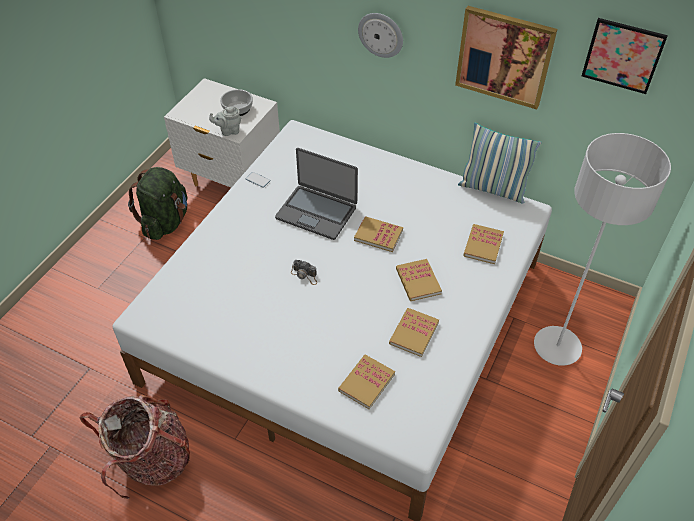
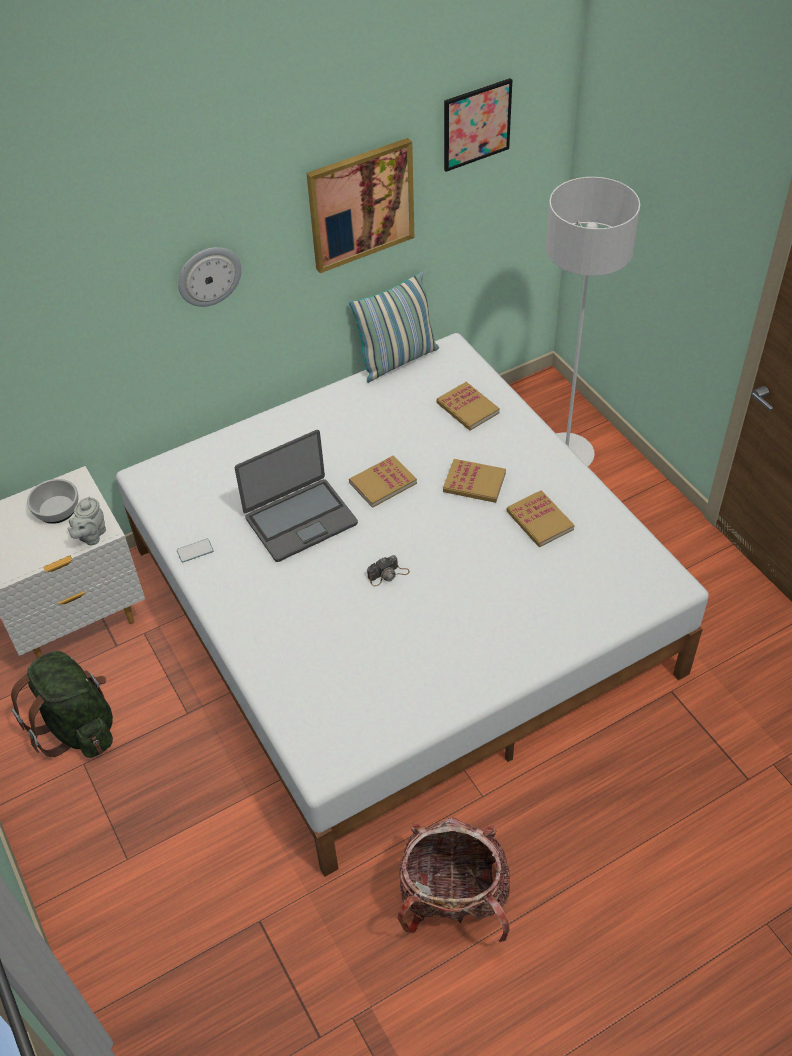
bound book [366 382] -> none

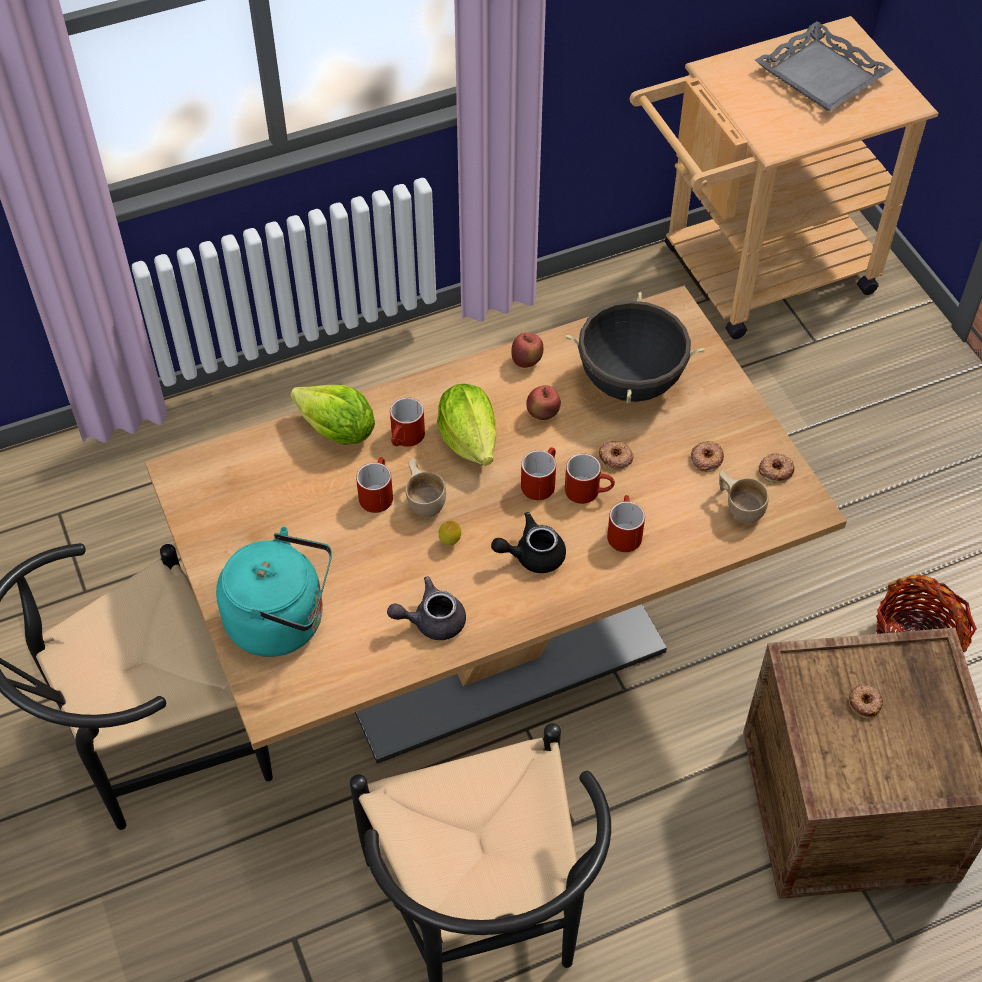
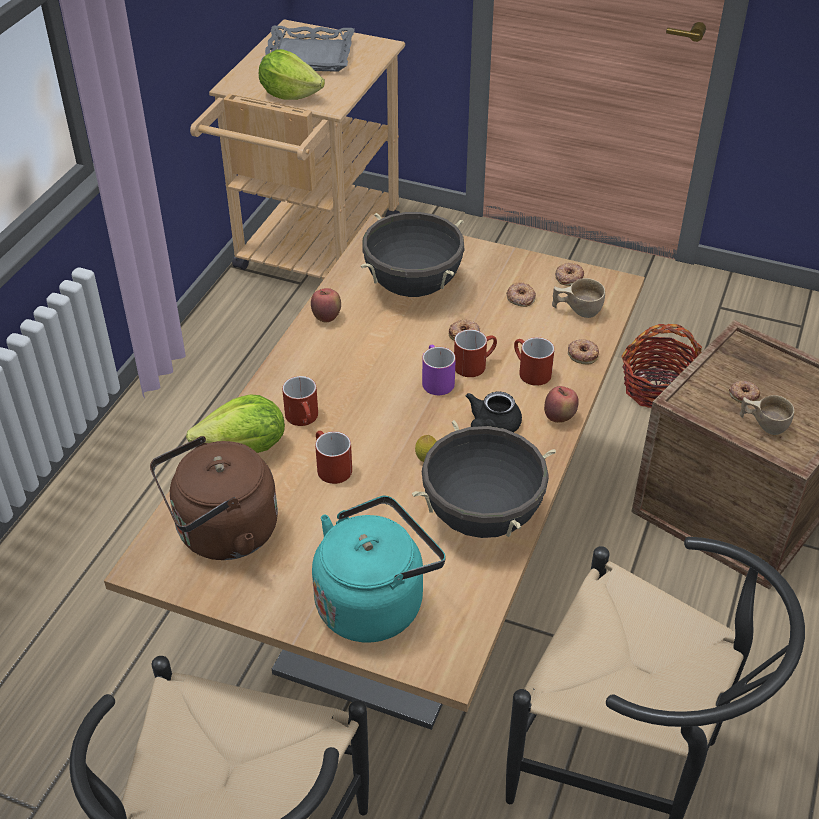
none -> brownish tea kettle [221 533]
none -> doughnut [583 354]
sand-coloured drinking cup [424 499] -> sand-coloured drinking cup [763 424], shifted
head of lettuce [469 440] -> head of lettuce [289 94], shifted
whole apple [542 414] -> whole apple [559 417], shifted
grey teapot [431 621] -> black-coloured stockpot [482 517]
reddish mug [540 481] -> purple-coloured mug [435 380]

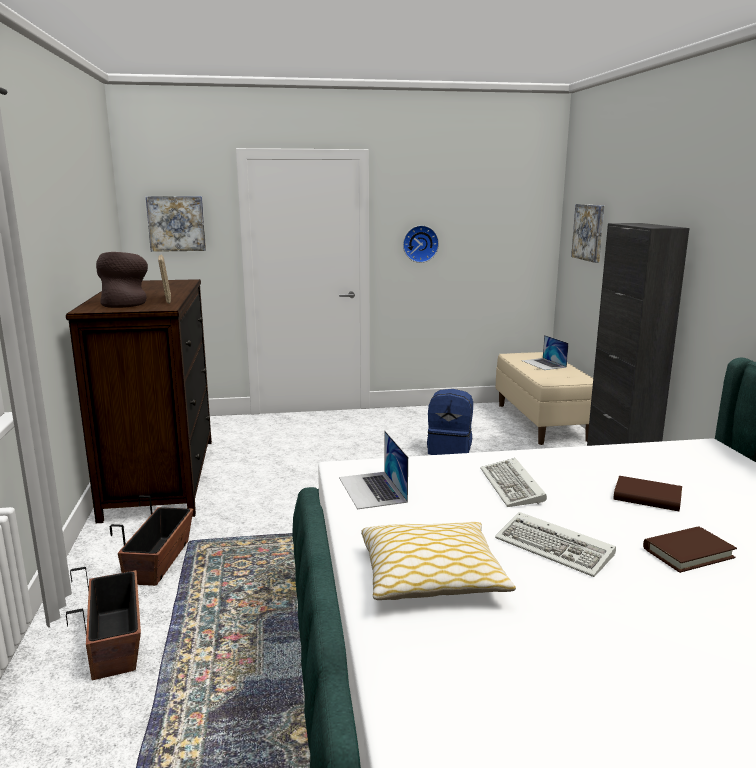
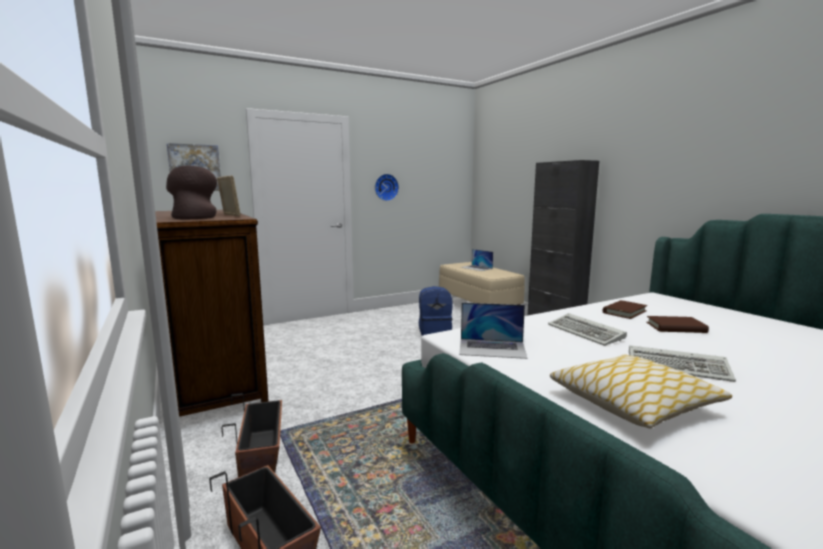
picture [589 232] -> none
brownish bound book [688 553] -> brownish bound book [624 312], shifted
laptop [372 489] -> laptop [492 348], 45 degrees counterclockwise

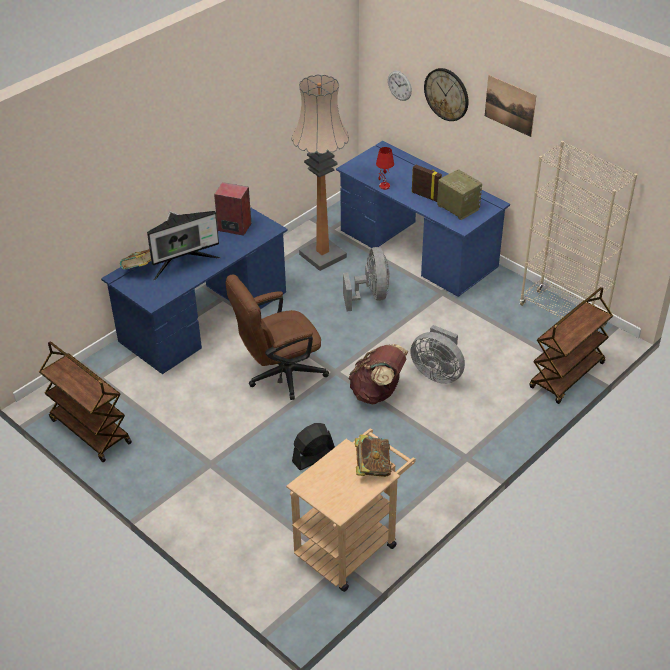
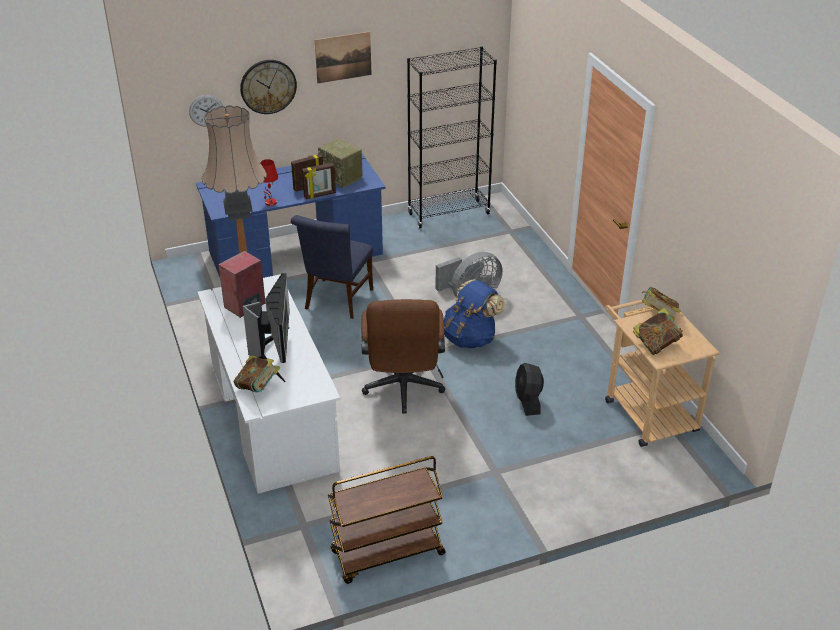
brownish wheeled cart [567 376] -> none
none -> picture frame [320 195]
none -> bound book [656 344]
grey electric fan [370 296] -> blue plain chair [337 301]
blue desk unit [203 317] -> whitish desk unit [272 417]
brownish knapsack [377 393] -> blue knapsack [471 338]
sand-coloured bookcase [563 315] -> black-coloured bookcase [449 214]
radio set [457 207] -> radio set [342 177], 120 degrees counterclockwise

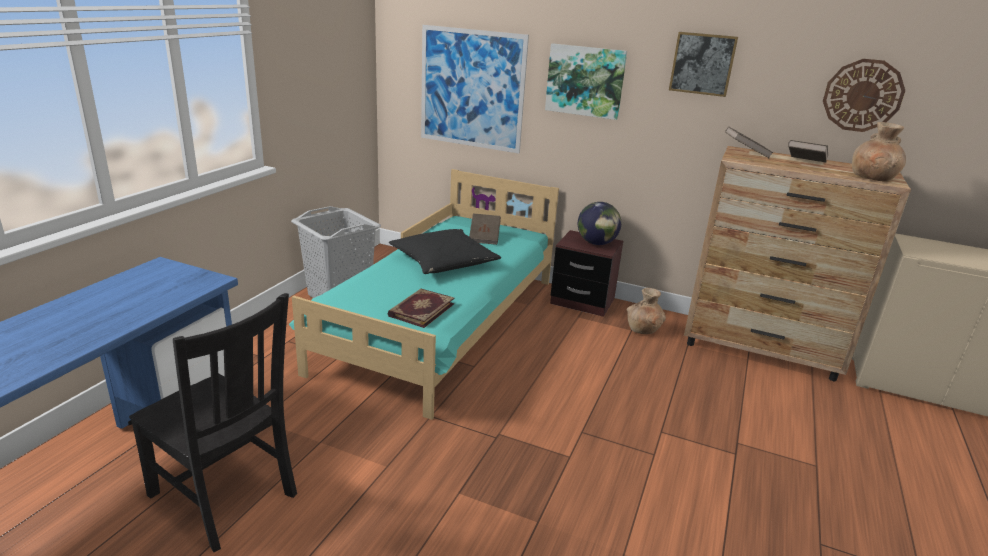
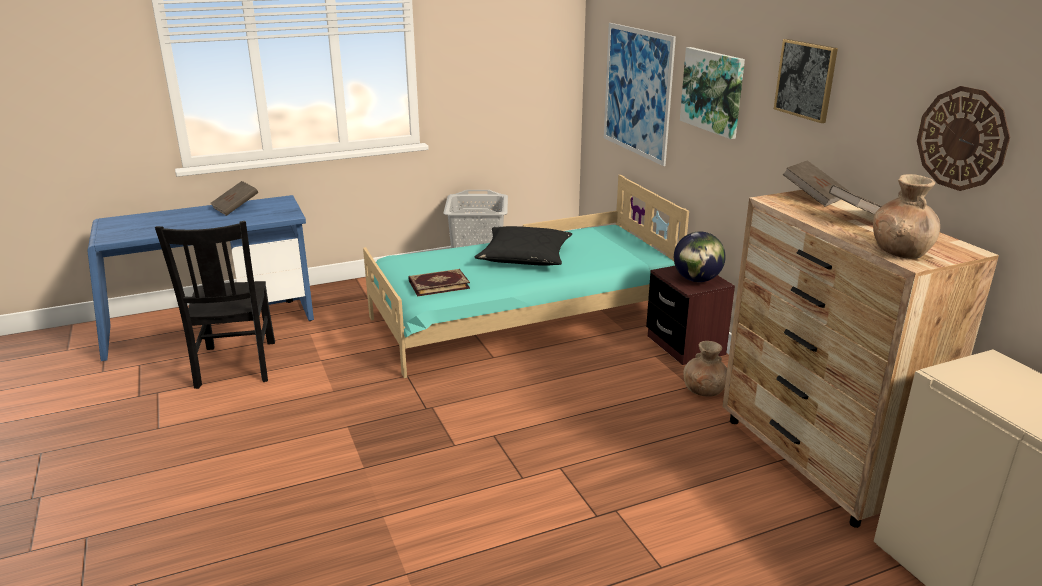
brownish bound book [484 238] -> brownish bound book [236 208], shifted

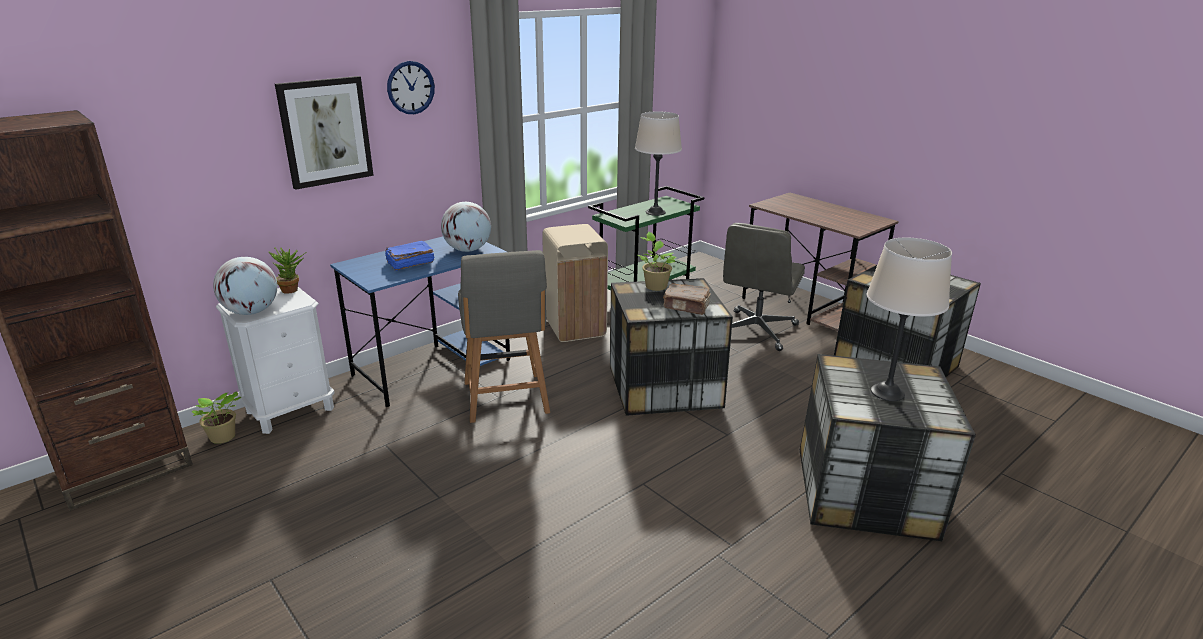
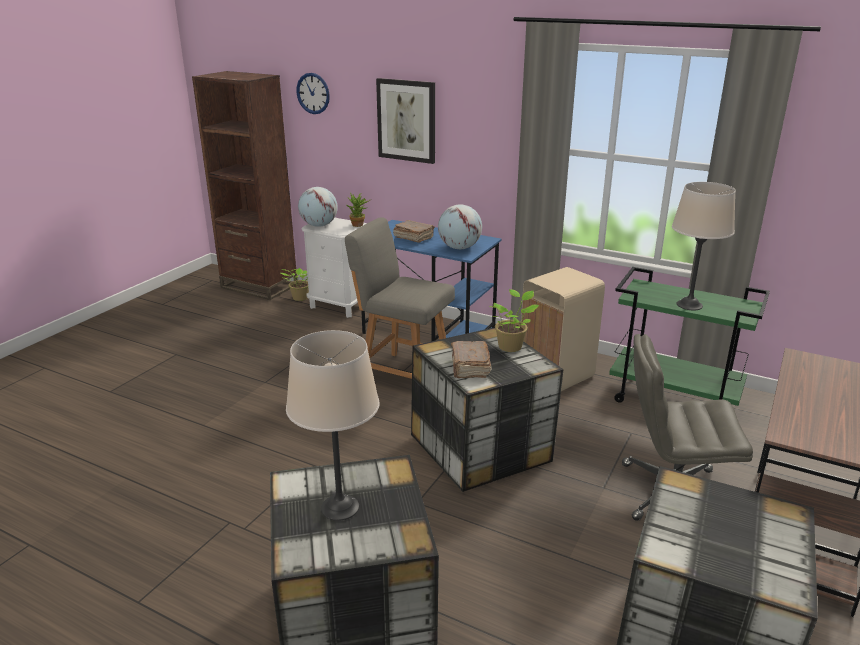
clock on the wall [410 87] -> clock on the wall [313 93], shifted
blue bound book [409 263] -> brownish bound book [413 238]
grey plain chair [506 399] -> grey plain chair [403 374], 60 degrees clockwise

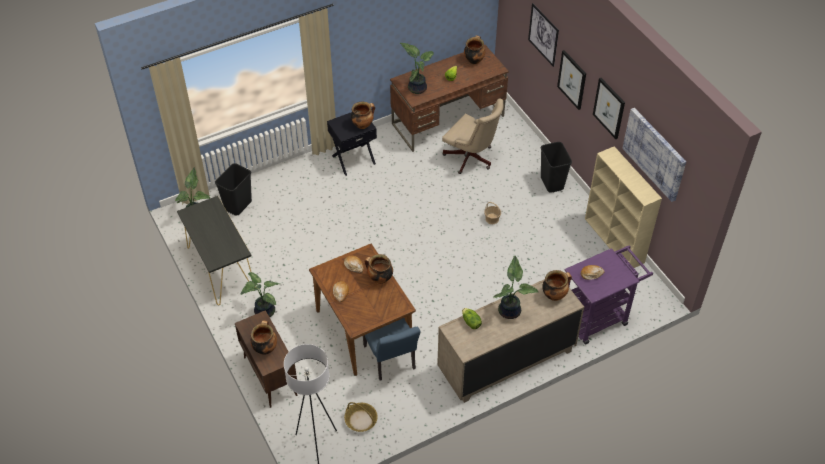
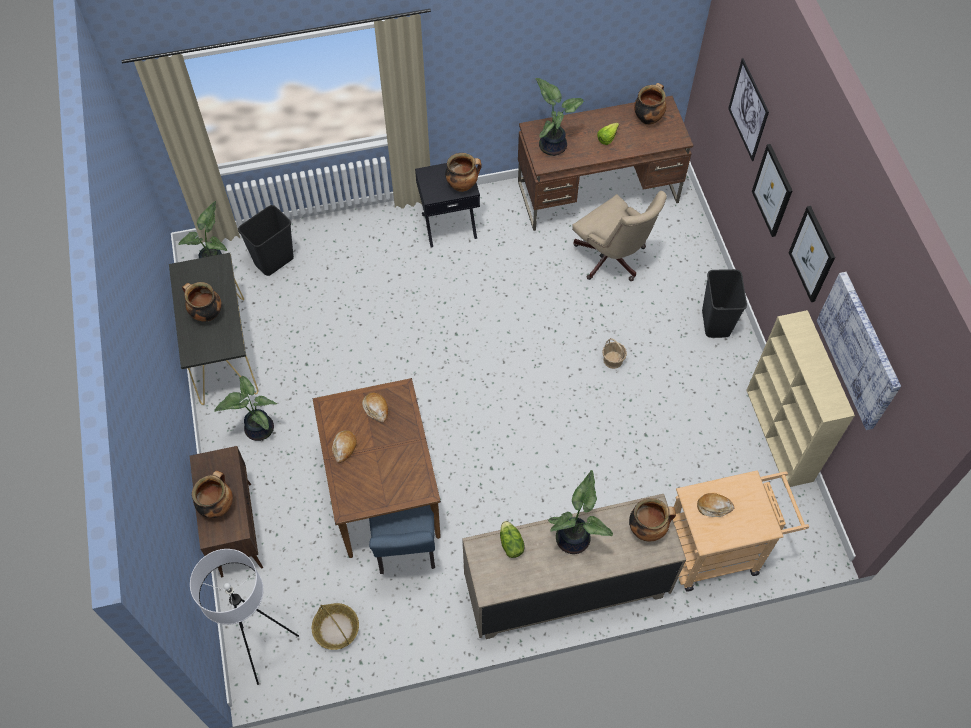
stockpot [379 279] -> stockpot [206 314], shifted
purple-coloured wheeled cart [598 316] -> sand-coloured wheeled cart [719 550]

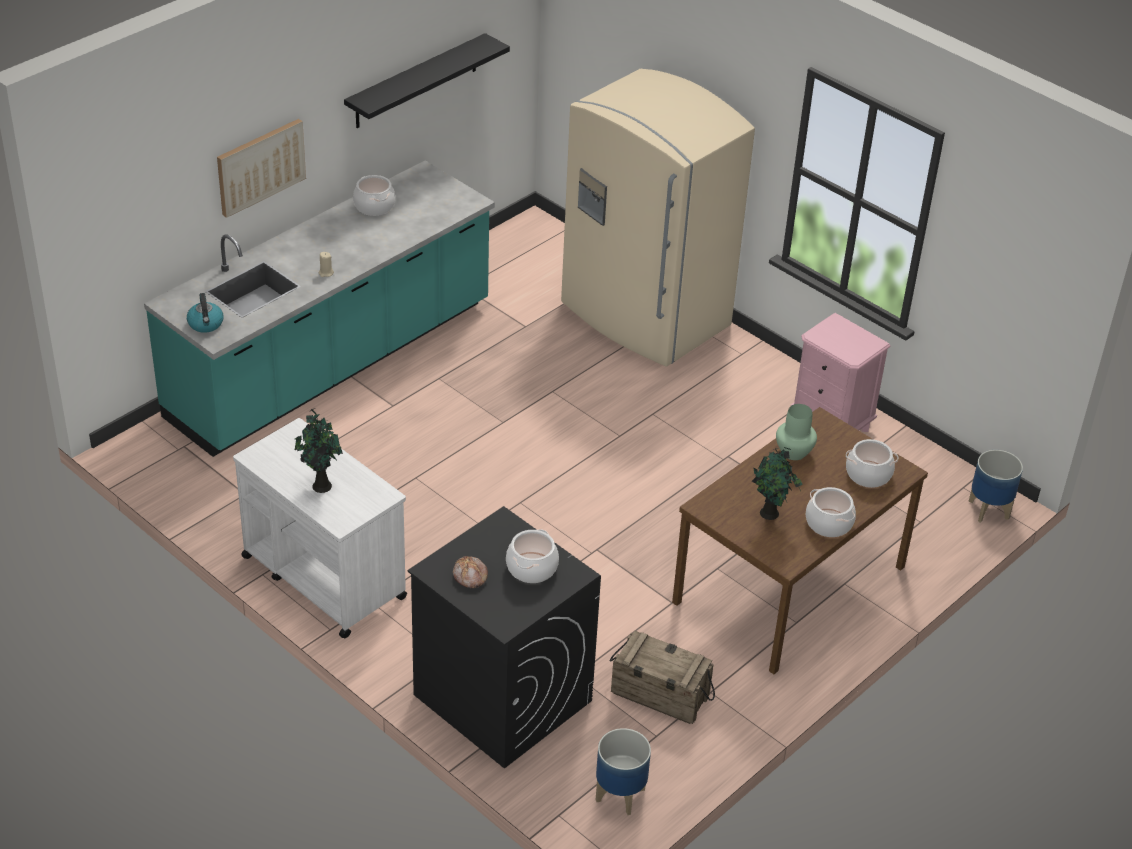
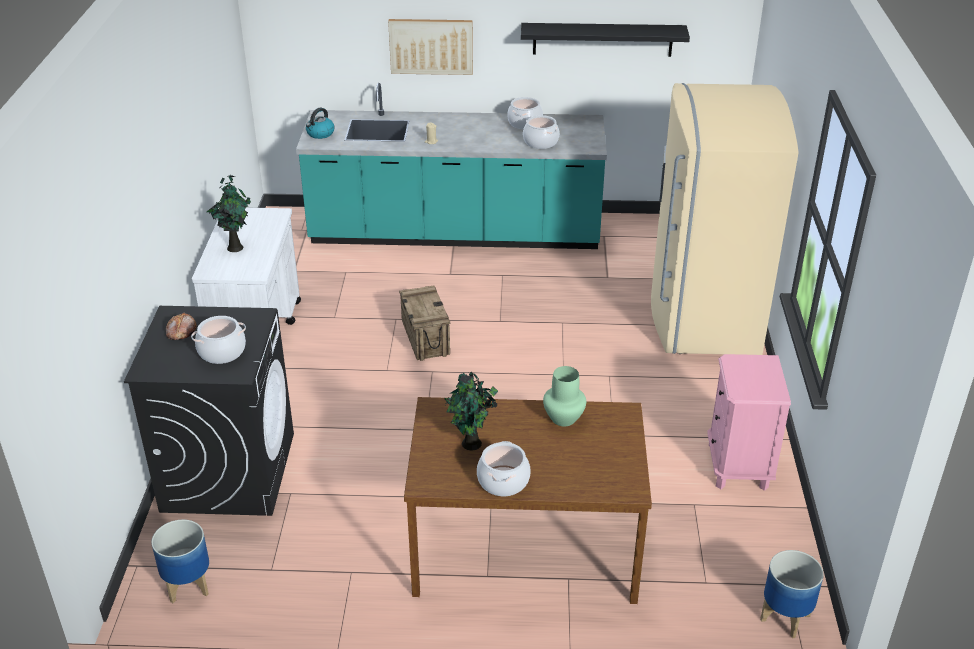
crate [659 694] -> crate [424 338], shifted
stockpot [868 474] -> stockpot [541 142], shifted

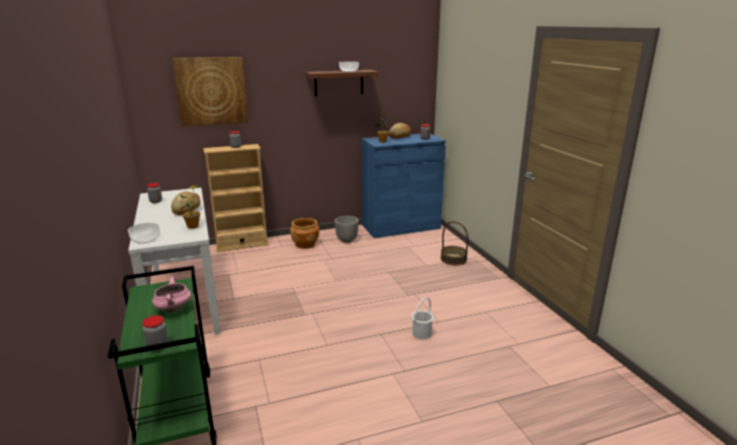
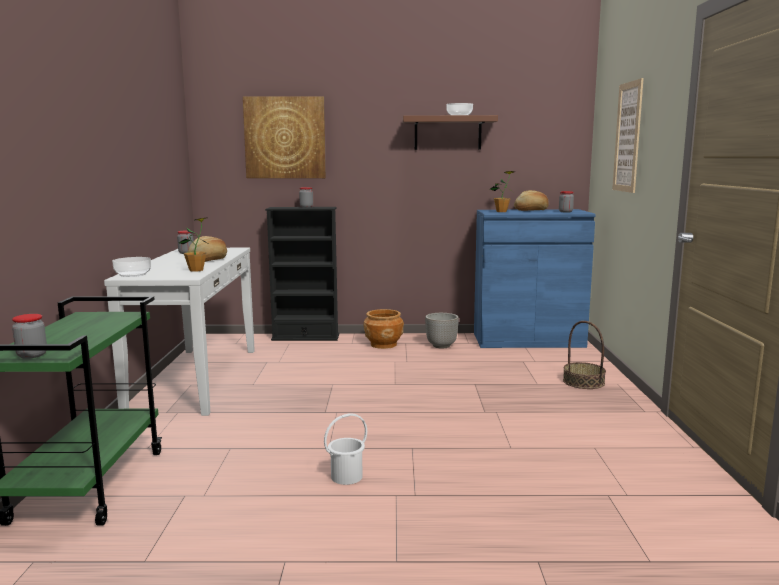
pink-coloured stockpot [173 309] -> none
none -> picture [627 137]
whitish pail [421 333] -> whitish pail [346 476], shifted
sand-coloured bookcase [242 245] -> black-coloured bookcase [305 337]

